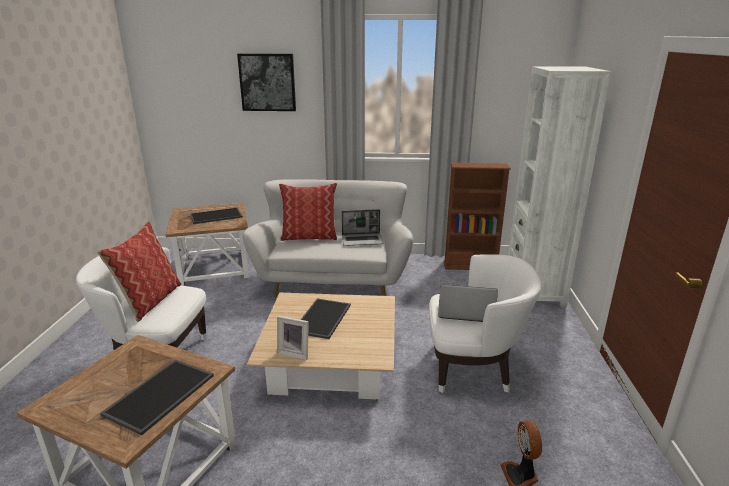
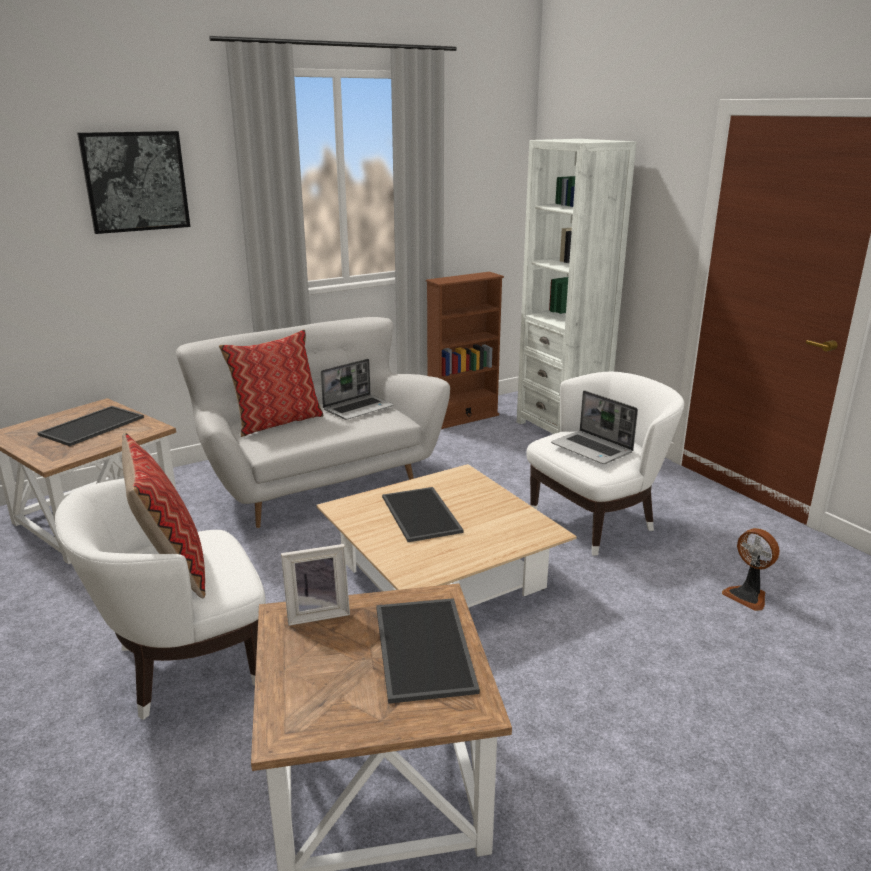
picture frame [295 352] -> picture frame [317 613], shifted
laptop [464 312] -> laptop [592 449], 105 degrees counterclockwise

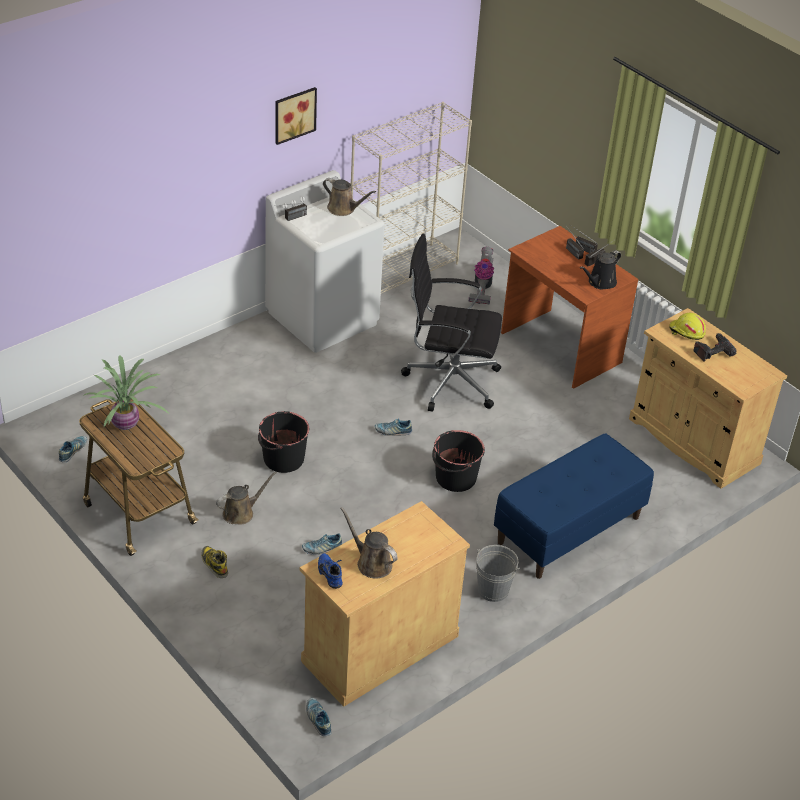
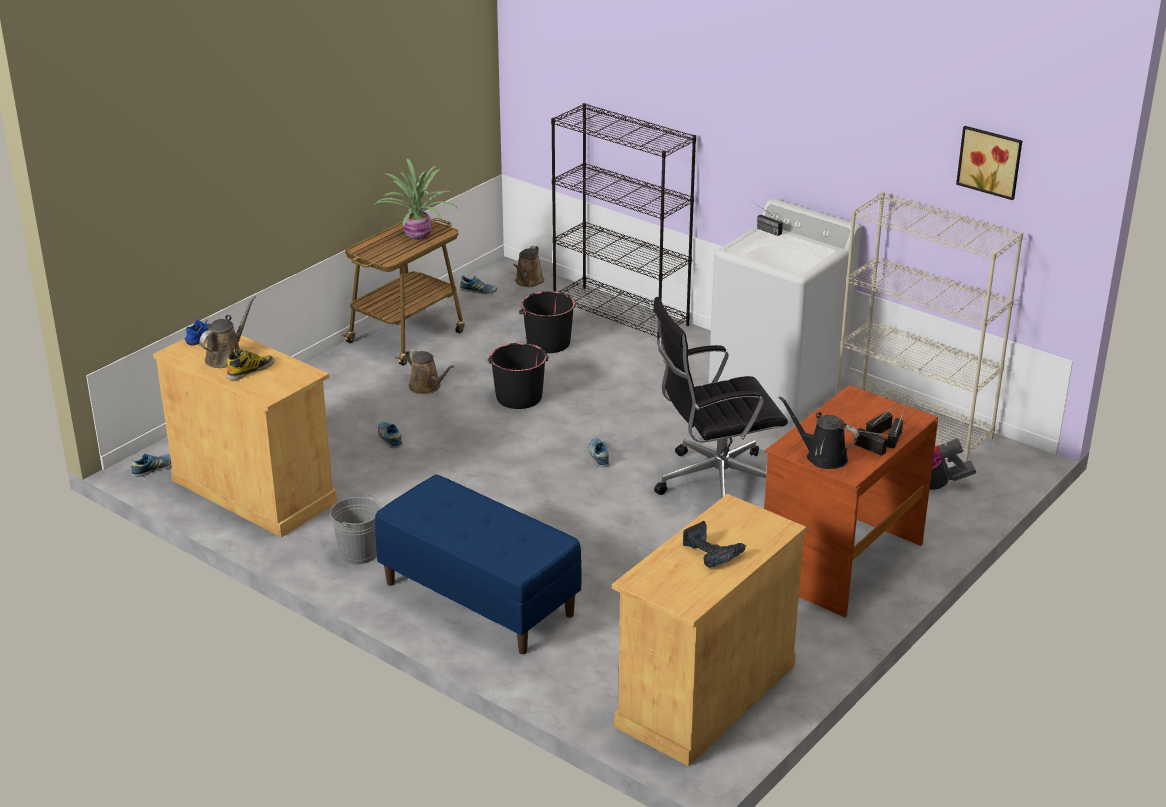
yellowish hard hat [686 332] -> none
none -> black-coloured bookcase [621 315]
high-top boot [214 564] -> high-top boot [250 370], shifted
picture [293 114] -> picture [990 161], shifted
brownish watering pot [343 209] -> brownish watering pot [528 282], shifted
black-coloured pail [455 478] -> black-coloured pail [548 343], shifted
black-coloured office chair [449 381] -> black-coloured office chair [714 483], 105 degrees counterclockwise

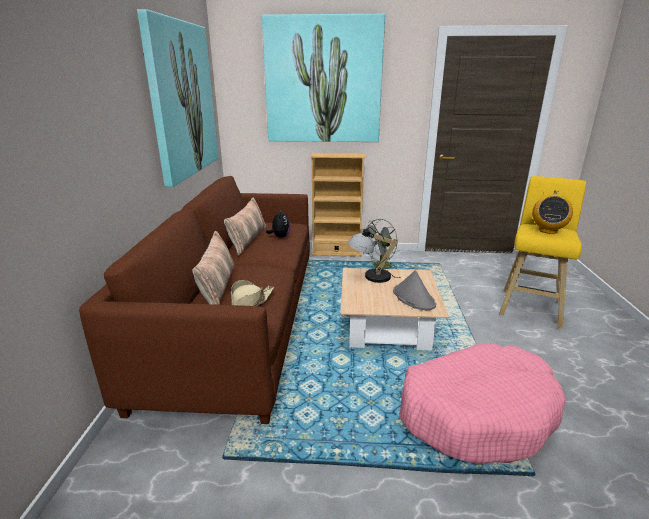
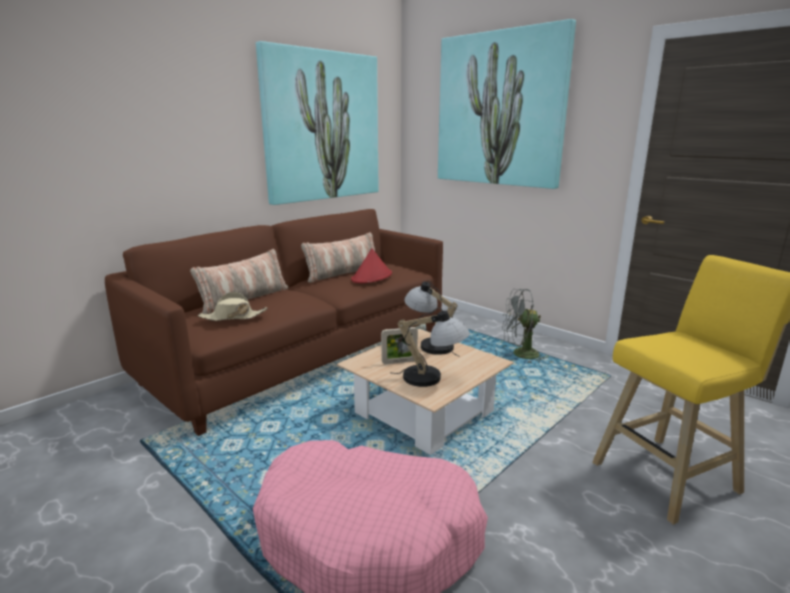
sand-coloured bookcase [336 252] -> none
radio set [547 230] -> none
none -> picture frame [399 362]
plush toy [280 236] -> reddish hat [372 277]
grey hat [413 298] -> tabletop lamp [432 379]

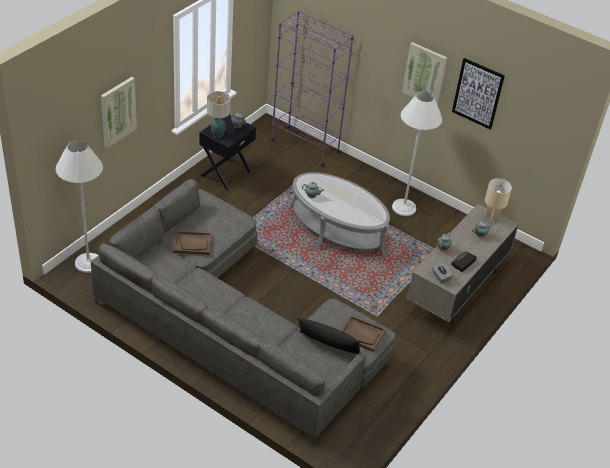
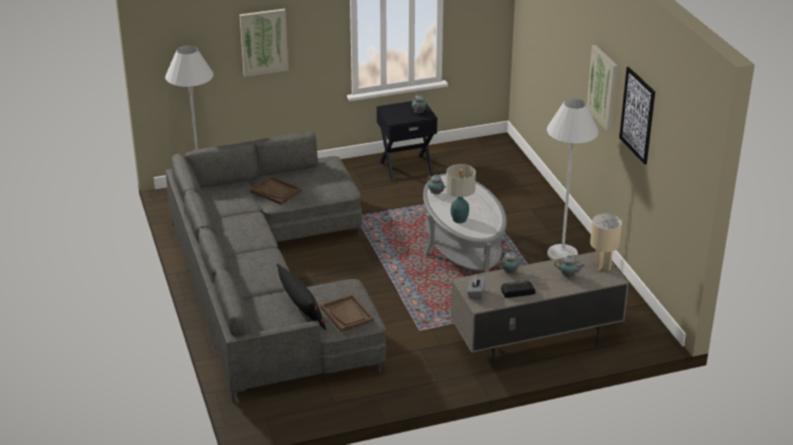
purple-coloured bookcase [305 146] -> none
tabletop lamp [218 134] -> tabletop lamp [460 219], shifted

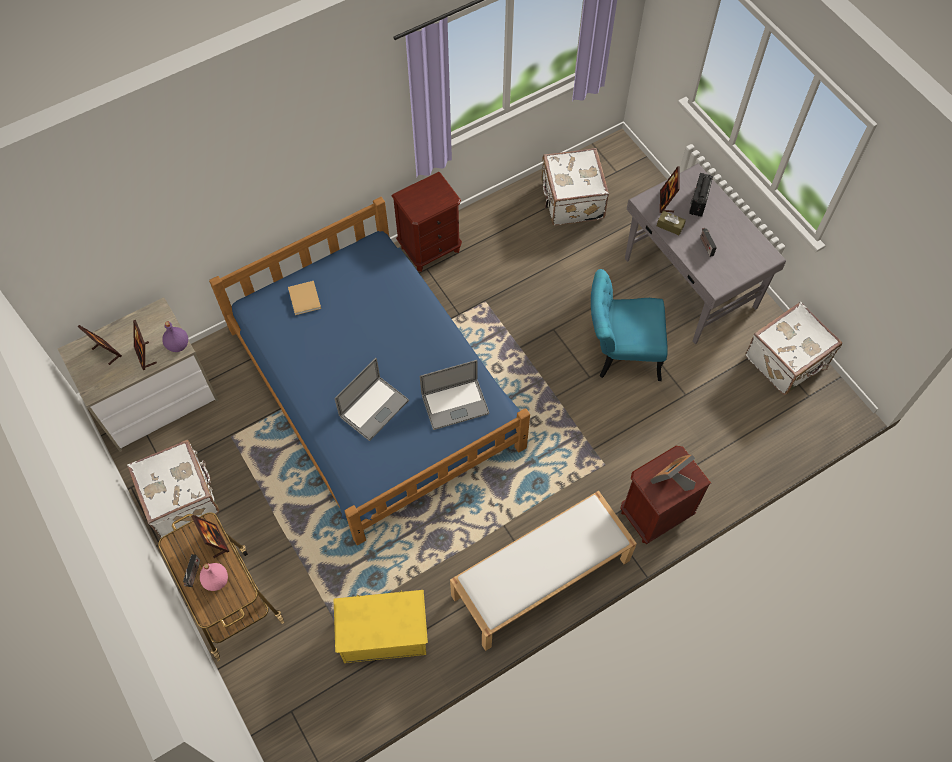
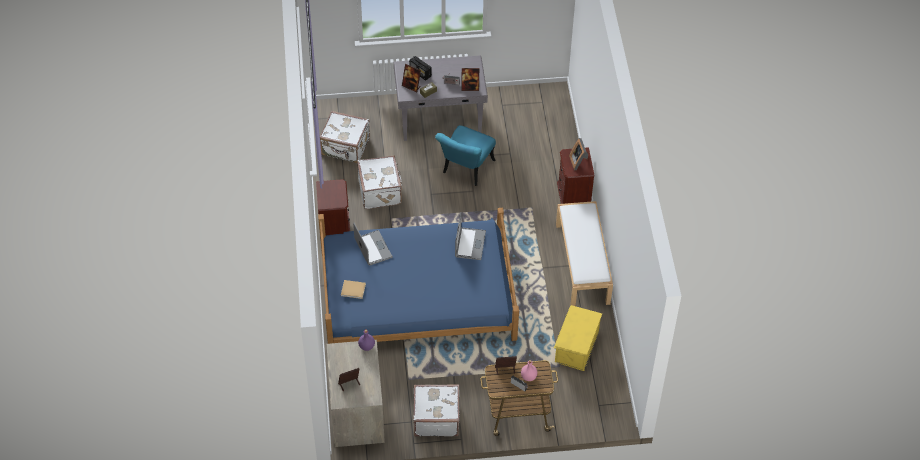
picture frame [145 355] -> picture frame [470 88], shifted
laptop [374 408] -> laptop [373 248], shifted
whitish travel case [787 361] -> whitish travel case [380 191], shifted

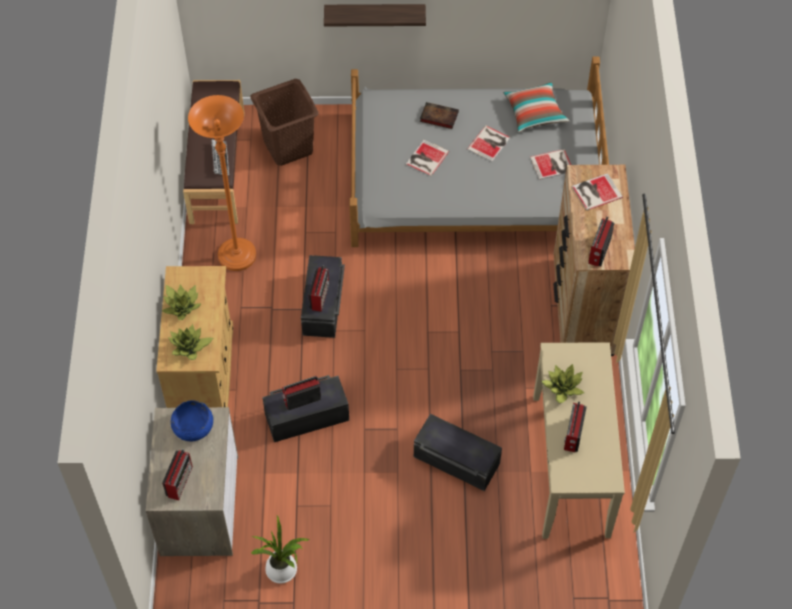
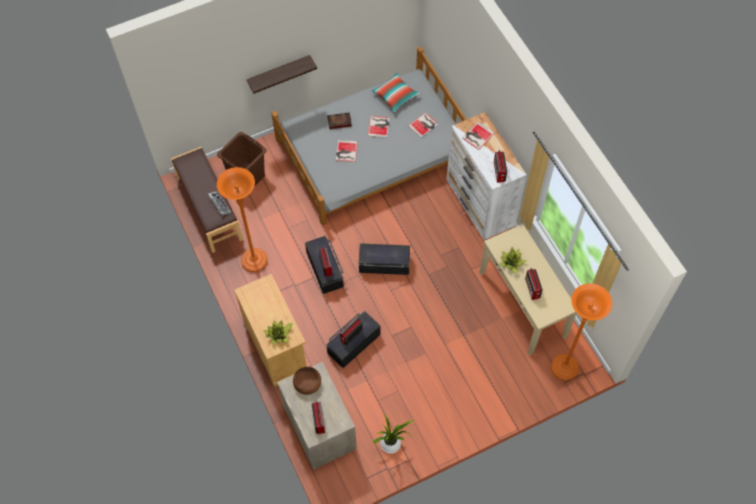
potted plant [182 306] -> none
none -> orangey standing lamp [564 368]
black-coloured storage container [456 461] -> black-coloured storage container [384 264], shifted
blue serving bowl [193 426] -> brownish serving bowl [307 383]
brownish chest of drawers [583 308] -> whitish chest of drawers [480 206]

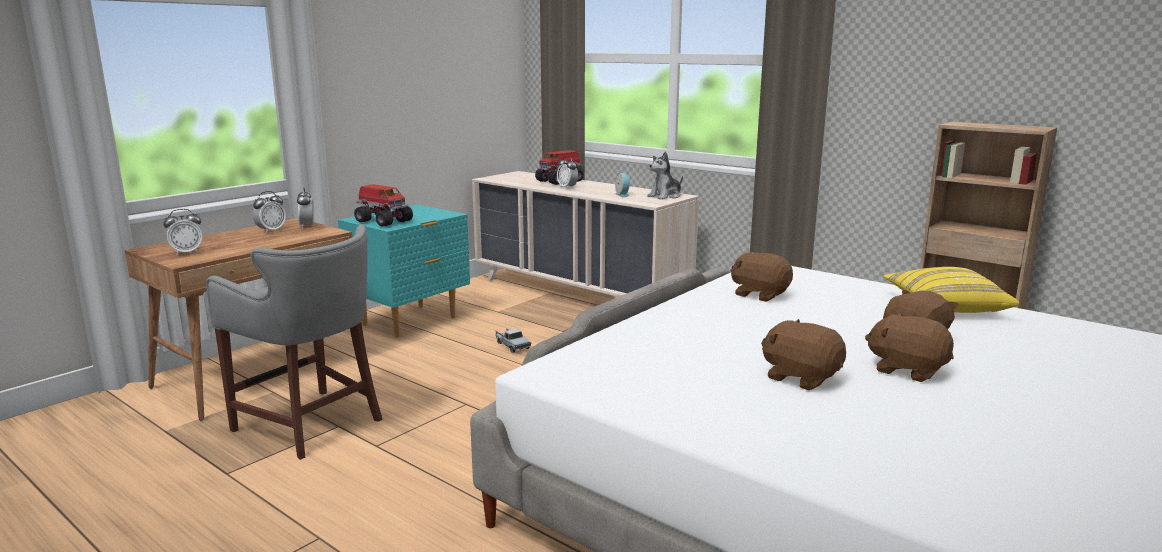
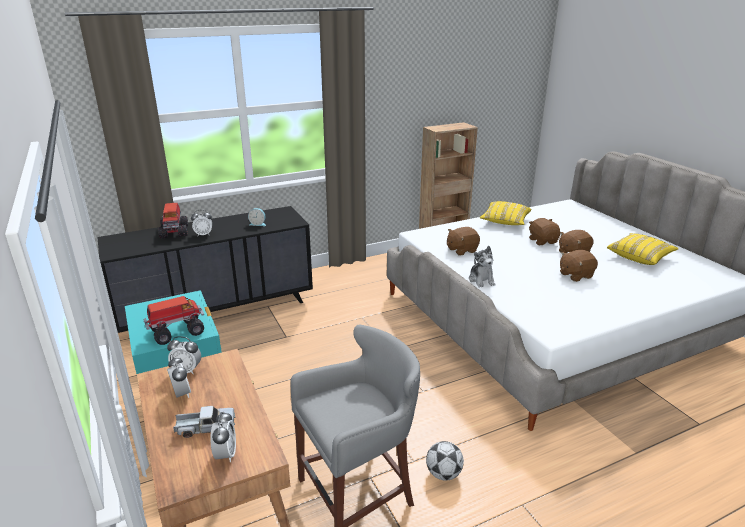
none -> ball for football [443 474]
none -> yellowish pillow [640 257]
toy truck [512 345] -> toy truck [206 428], shifted
plush toy [665 196] -> plush toy [481 280], shifted
sand-coloured chest of drawers [579 292] -> black-coloured chest of drawers [218 310]

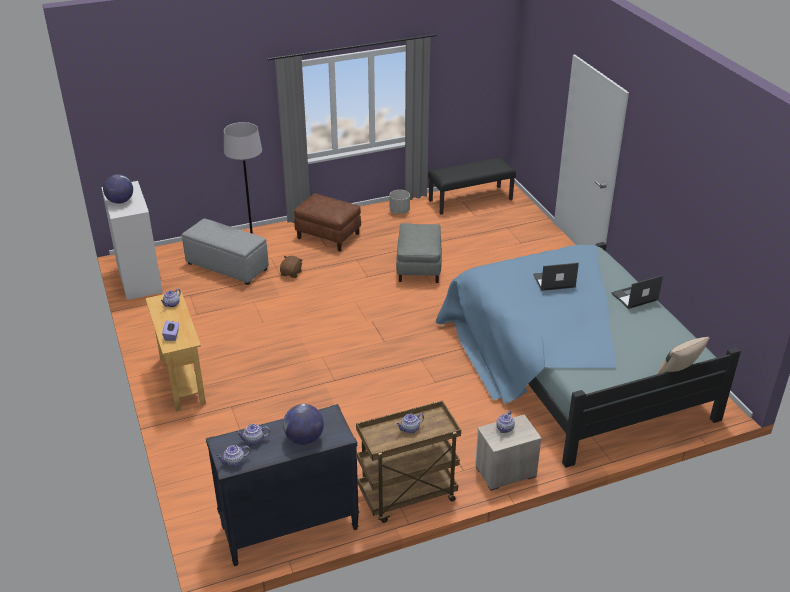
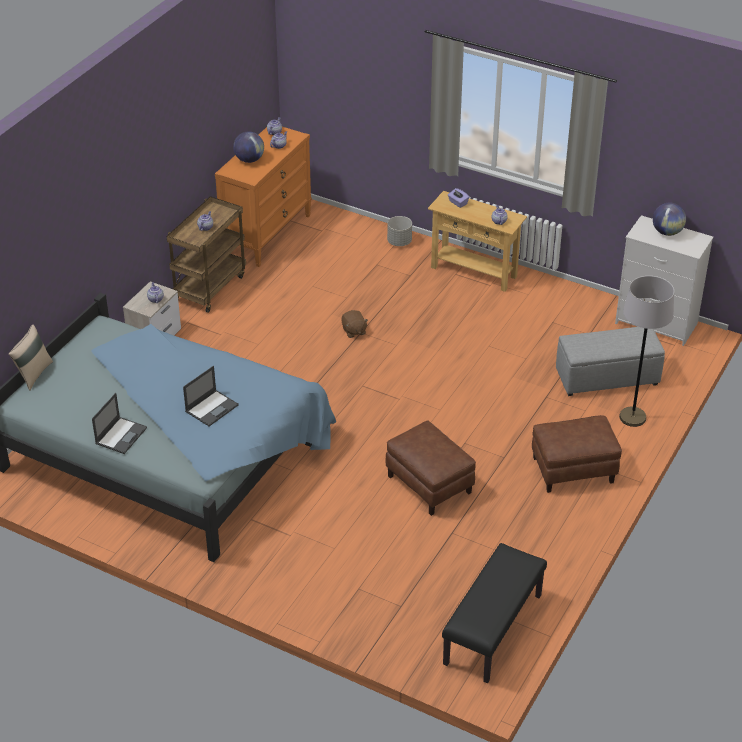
brownish plush toy [291 273] -> brownish plush toy [353 331], shifted
grey planter [399 211] -> grey planter [399 242], shifted
black-coloured chest of drawers [289 528] -> orangey chest of drawers [267 234]
grey footrest [418 267] -> brownish footrest [430 484]

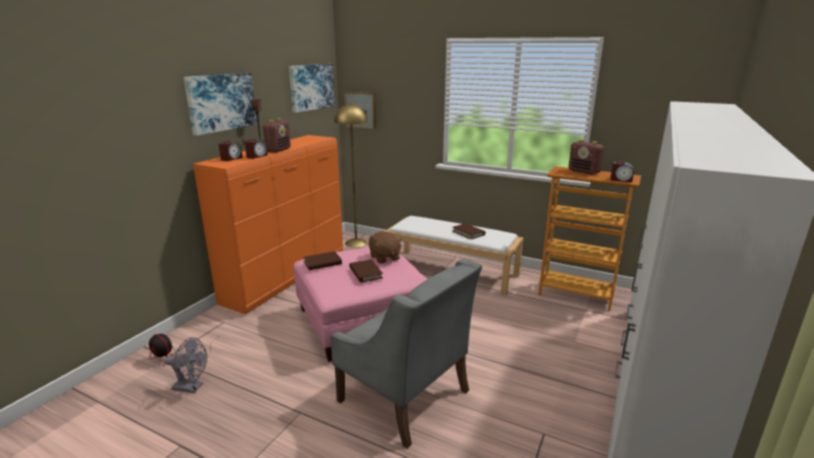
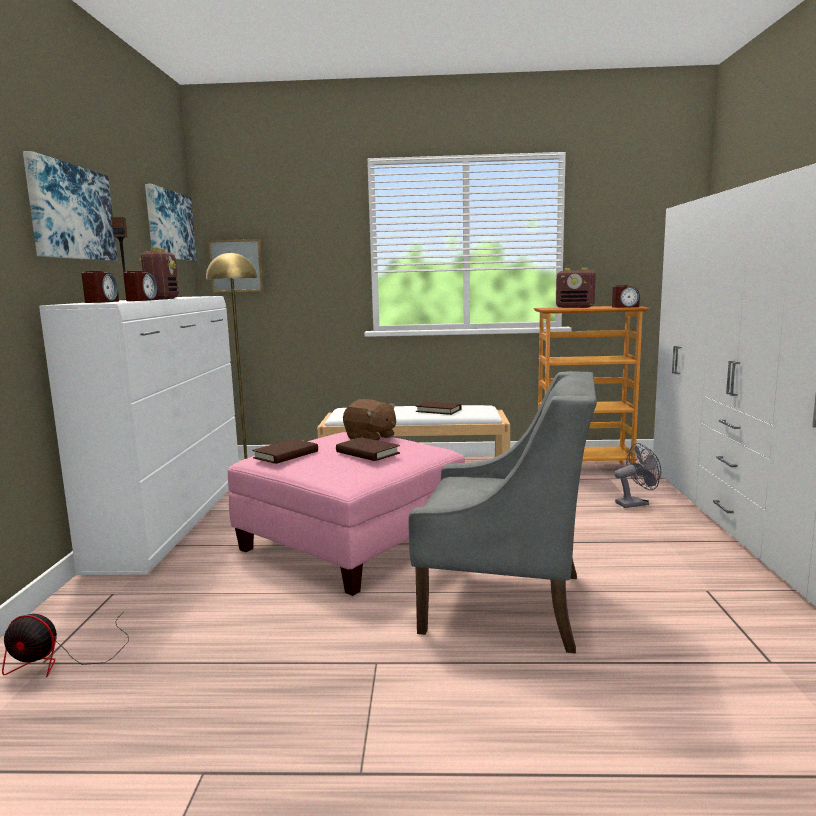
grey electric fan [192 387] -> grey electric fan [636 503], shifted
orangey chest of drawers [288 277] -> whitish chest of drawers [176 521]

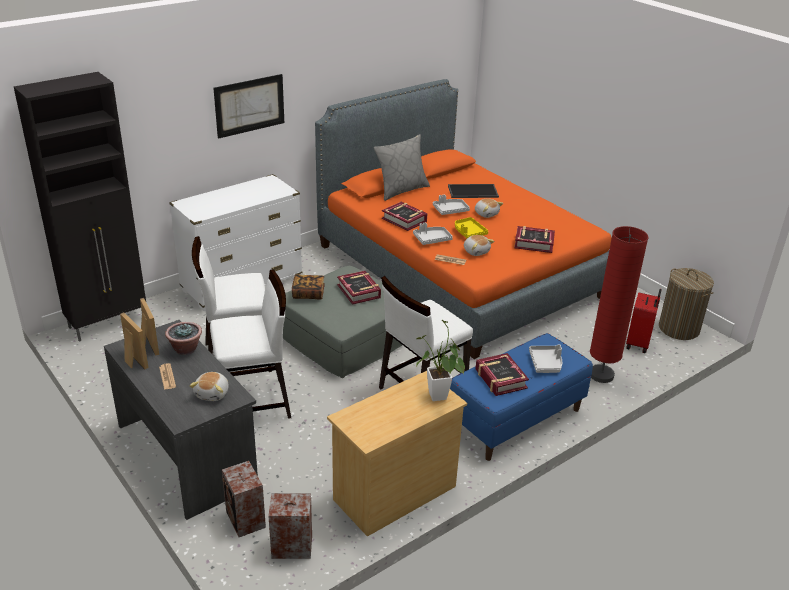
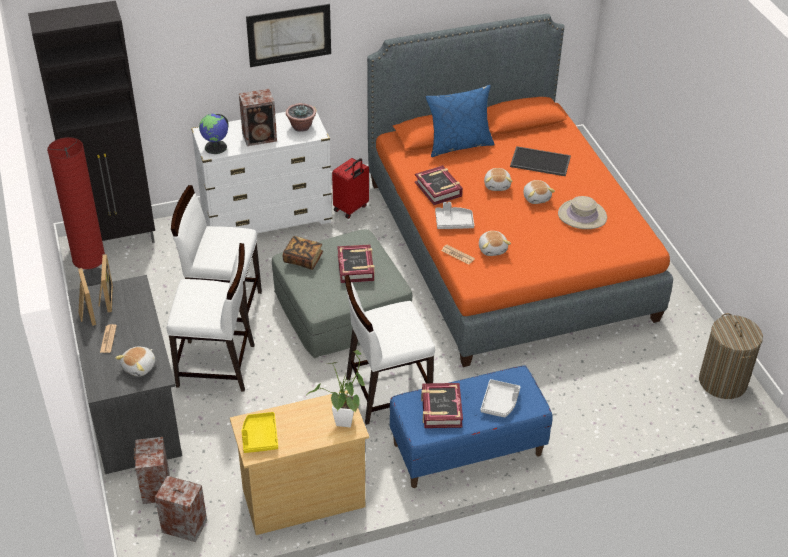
bound book [534 243] -> none
none -> desk globe [216 147]
none -> audio speaker [260 137]
none -> sand-coloured hat [582 216]
potted plant [185 349] -> potted plant [301 127], shifted
yellowish tray [469 232] -> yellowish tray [259 437], shifted
reddish standing lamp [601 375] -> reddish standing lamp [93 279], shifted
reddish travel case [639 343] -> reddish travel case [351 208], shifted
grey tray [450 210] -> plush toy [497 185]
grey pillow [401 190] -> blue pillow [459 145]

